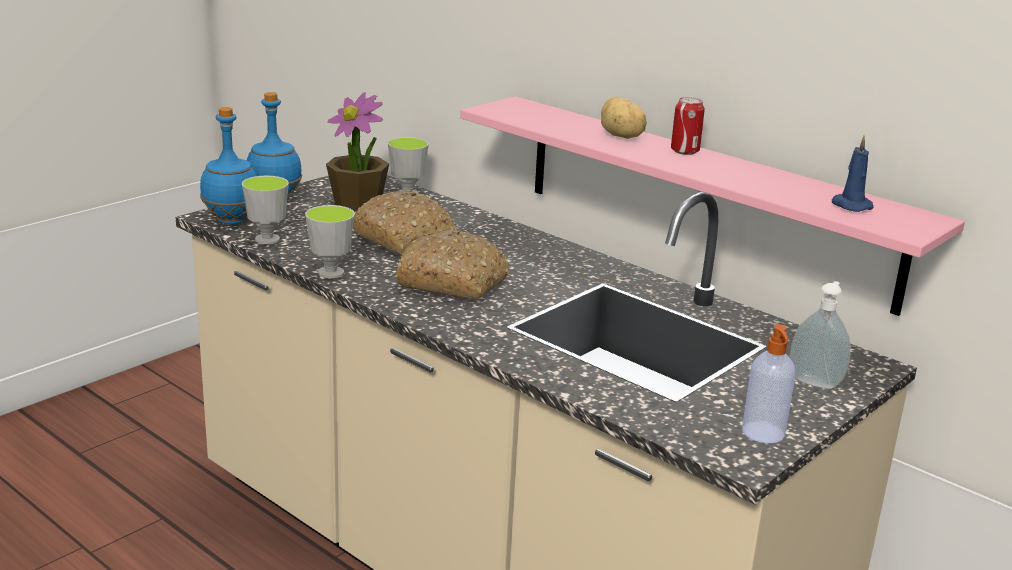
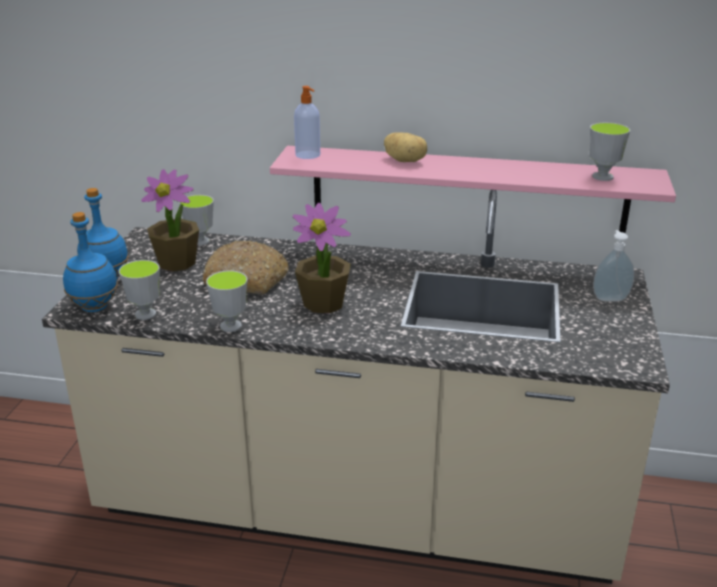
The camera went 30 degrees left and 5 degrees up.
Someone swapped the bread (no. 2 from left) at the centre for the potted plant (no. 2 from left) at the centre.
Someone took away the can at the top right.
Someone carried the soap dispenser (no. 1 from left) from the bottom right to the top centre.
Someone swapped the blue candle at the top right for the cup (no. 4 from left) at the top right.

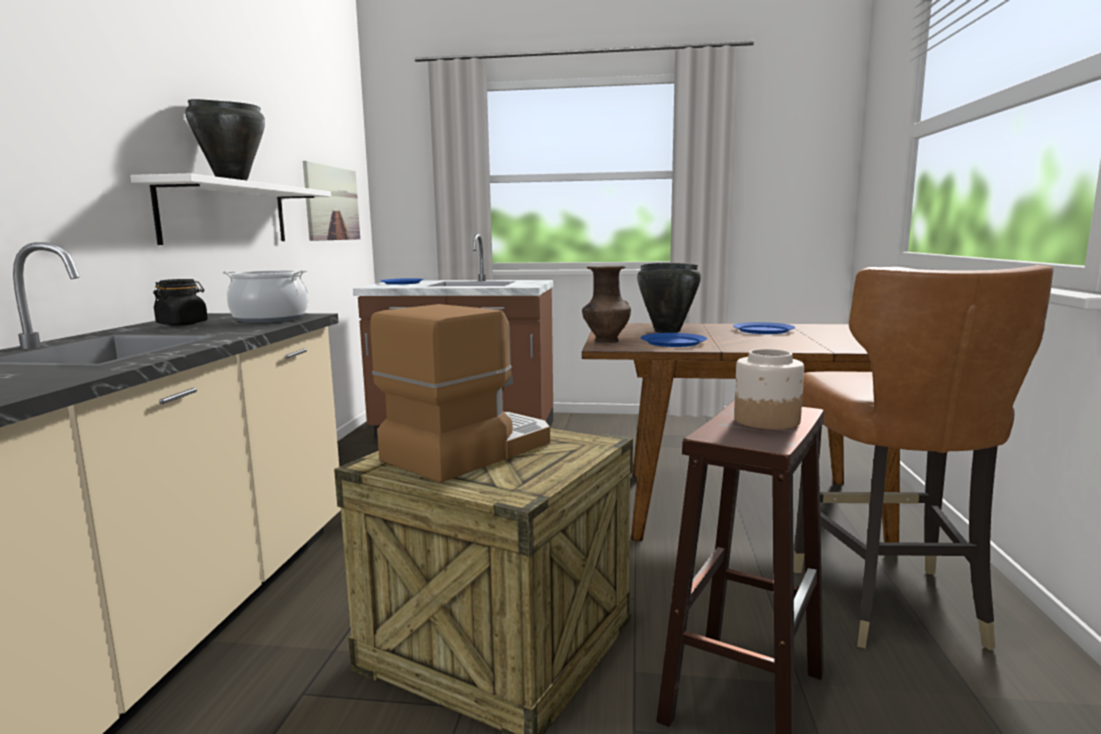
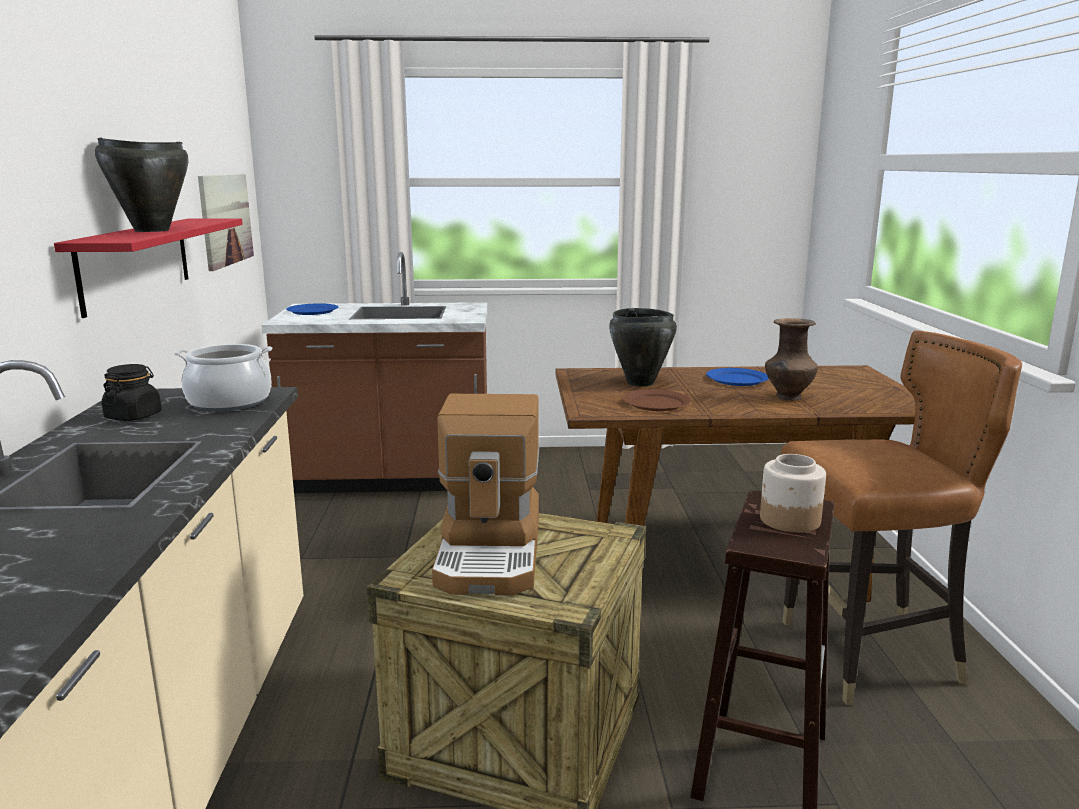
The camera went 10 degrees left and 5 degrees up.
Someone repainted the white shelf at the top left, which became the red shelf at the top left.
Someone rotated the coffee machine at the centre by 150 degrees clockwise.
Someone carried the brown vase from the centre to the middle right.
Someone repainted the blue plate (no. 2 from left) at the centre, which became the brown plate at the centre.
Someone rotated the brown chair at the middle right by 90 degrees counterclockwise.

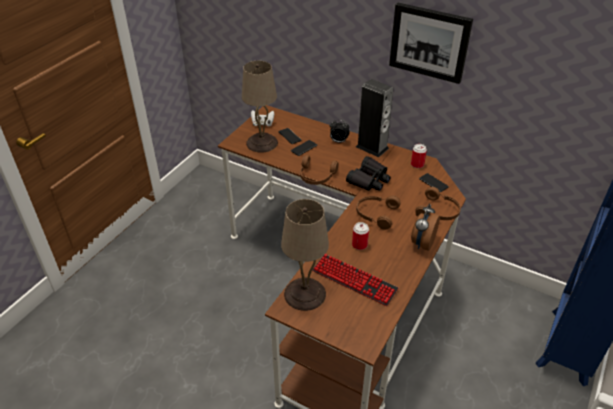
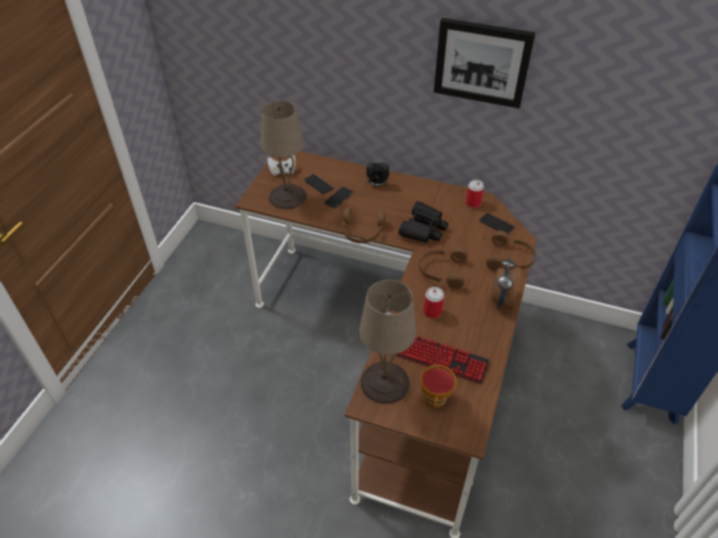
The camera went 10 degrees left and 5 degrees up.
Someone took away the speaker at the top centre.
Someone put down the cup at the bottom centre.

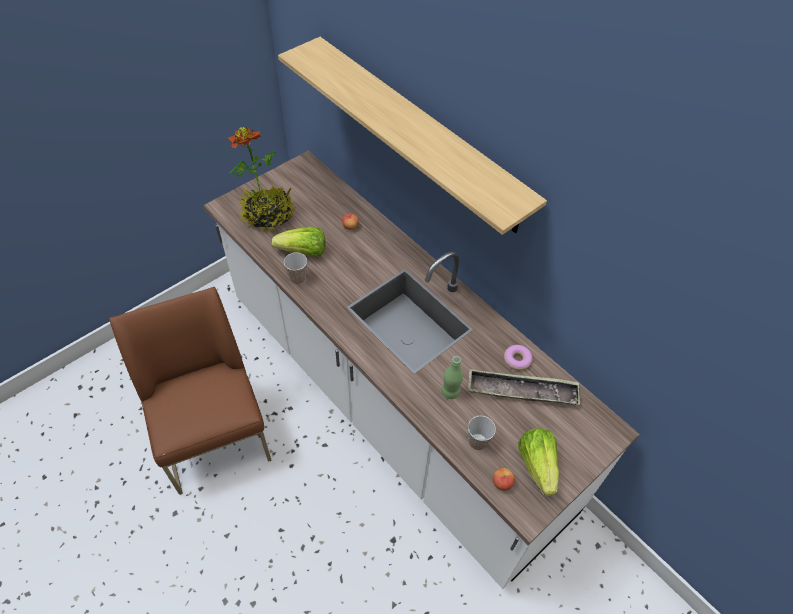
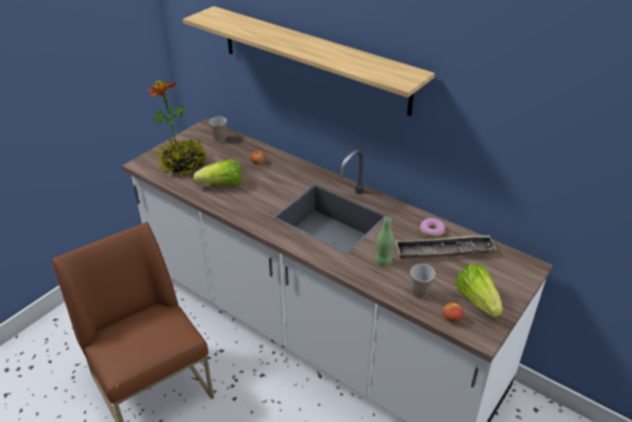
The camera went 10 degrees left and 15 degrees down.
Someone carried the cup (no. 1 from left) from the centre to the top centre.

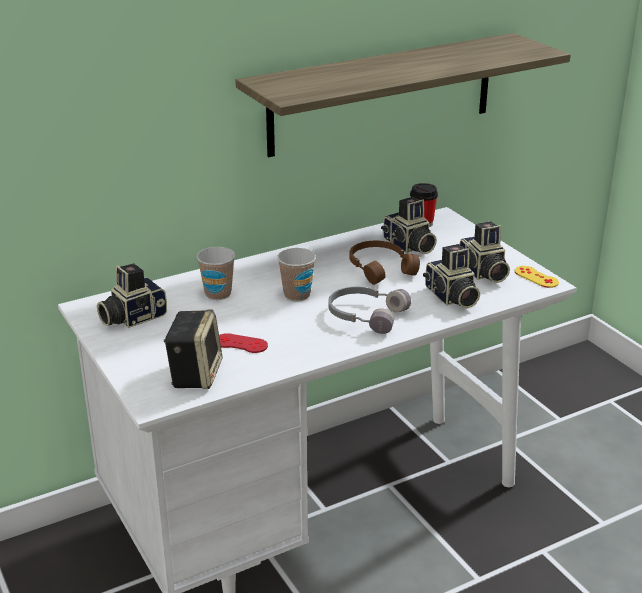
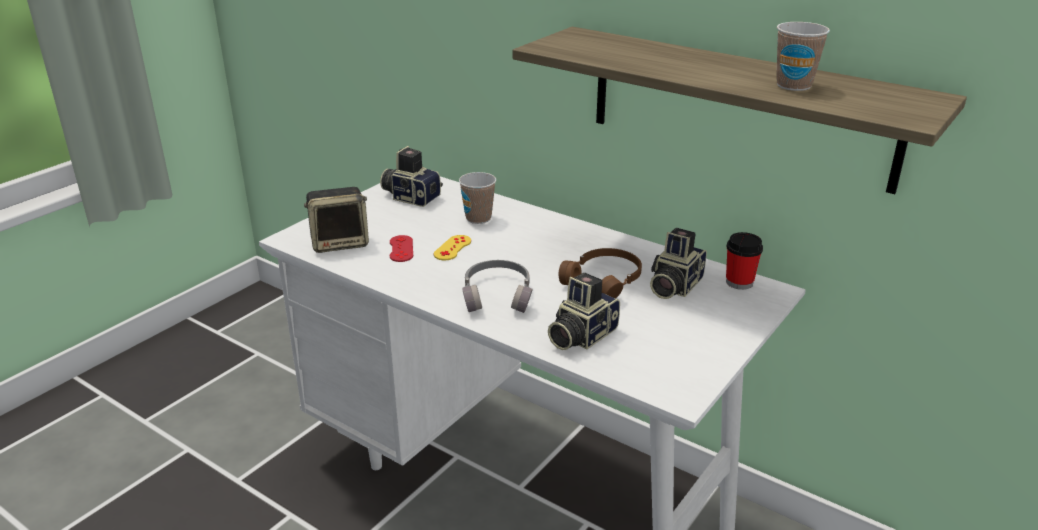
The camera went 65 degrees right and 0 degrees up.
Someone carried the cup (no. 2 from left in the first image) from the centre to the top right.
Someone took away the photo camera (no. 4 from left) at the middle right.
Someone carried the yellow game controller from the middle right to the centre.

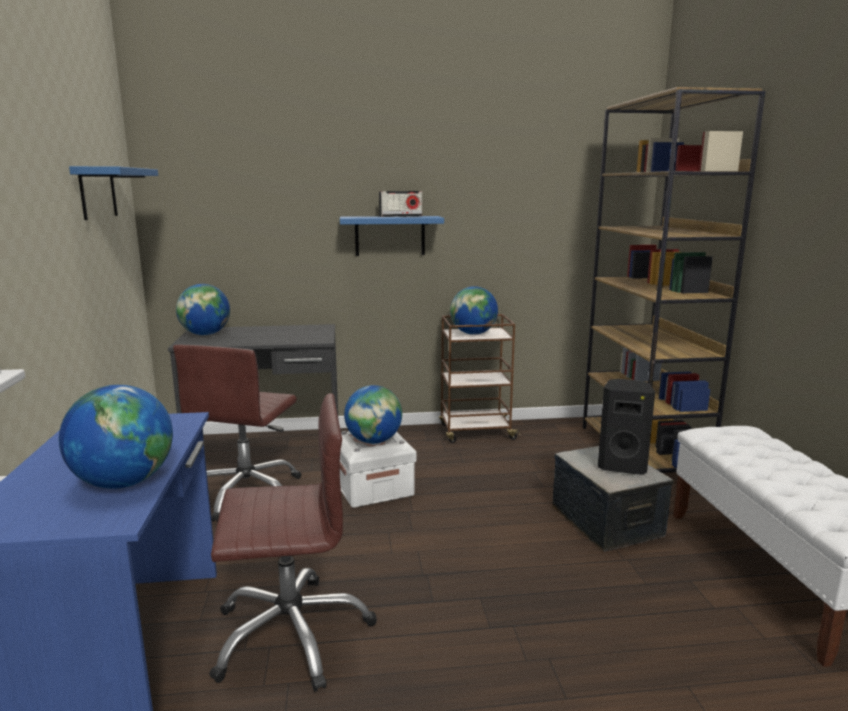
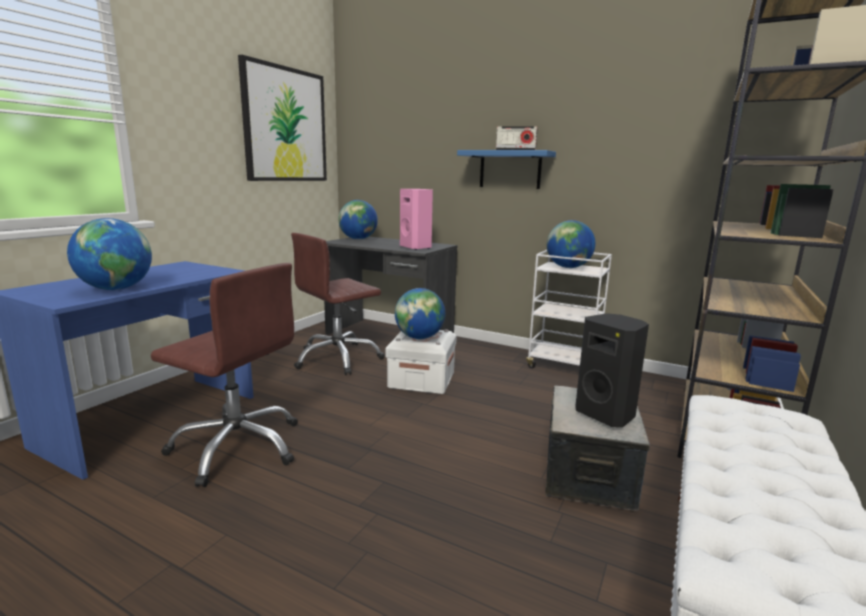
The camera went 35 degrees right and 0 degrees up.
Someone swapped the blue shelf (no. 1 from left) at the top left for the picture at the top left.
Someone repainted the brown cart at the centre, which became the white cart at the centre.
Someone put down the pink speaker at the centre.

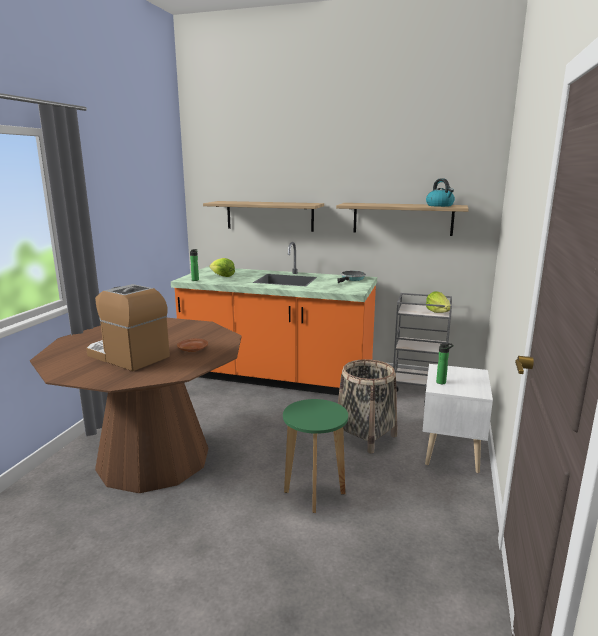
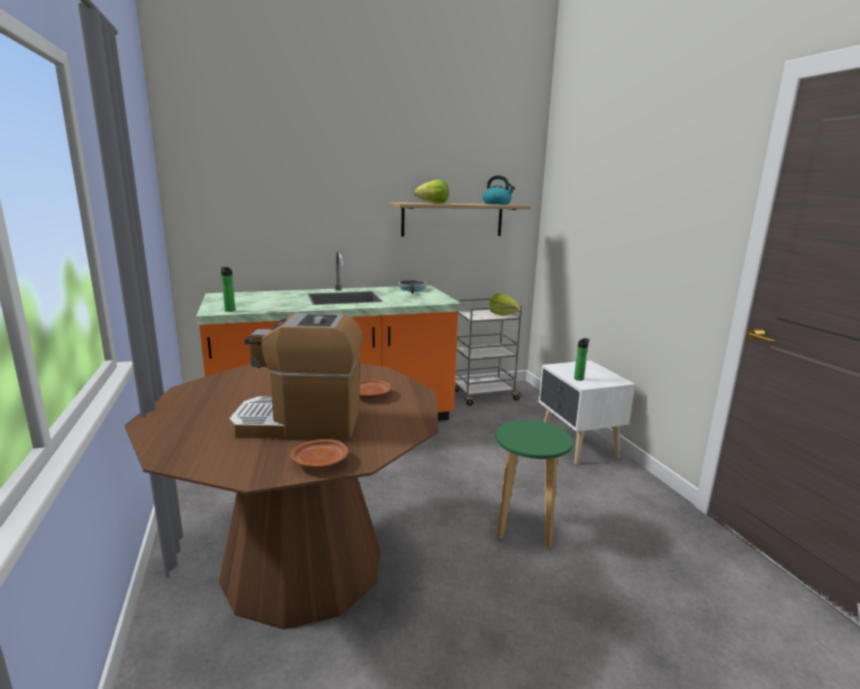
The camera went 35 degrees left and 0 degrees up.
Someone took away the shelf (no. 1 from left) at the centre.
Someone carried the lettuce (no. 1 from left) from the centre to the top centre.
Someone took away the basket at the centre.
Someone put down the brown plate (no. 1 from left) at the centre.

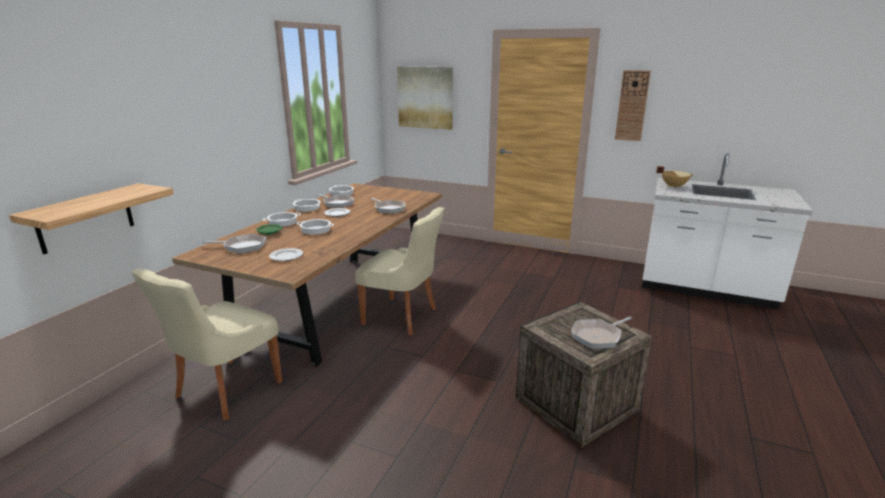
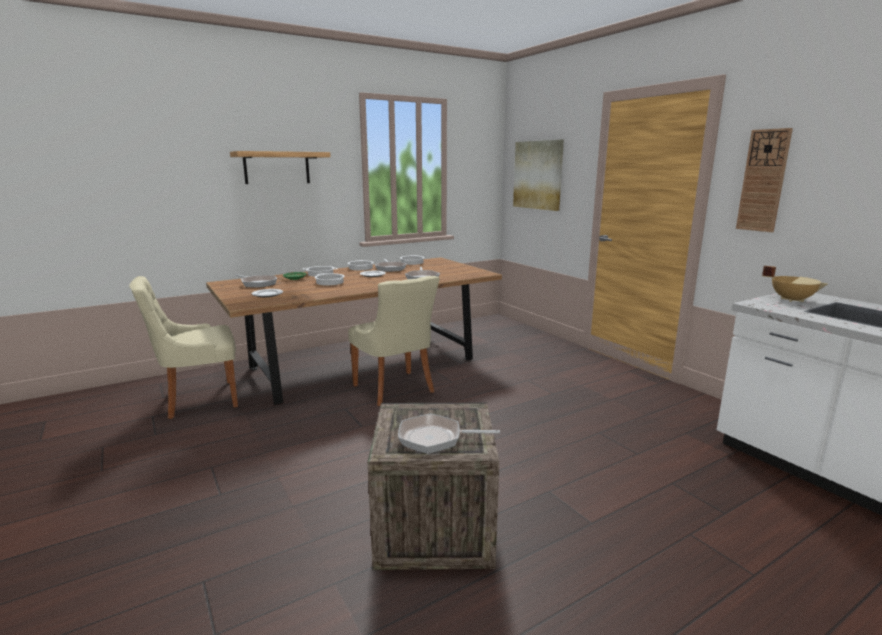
The camera went 35 degrees right and 5 degrees down.
Someone carried the shelf from the middle left to the top left.

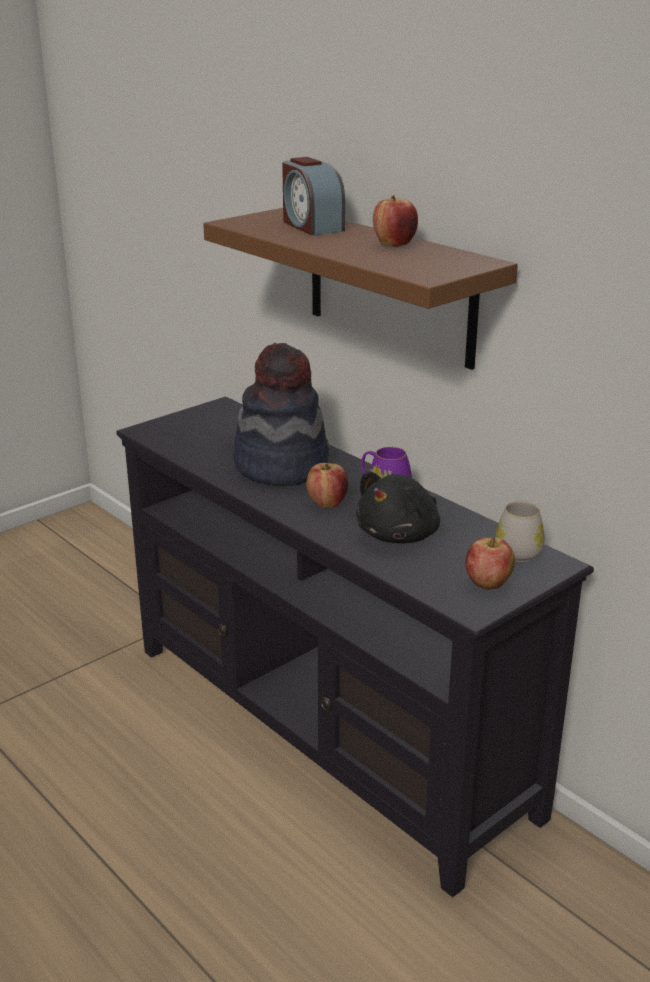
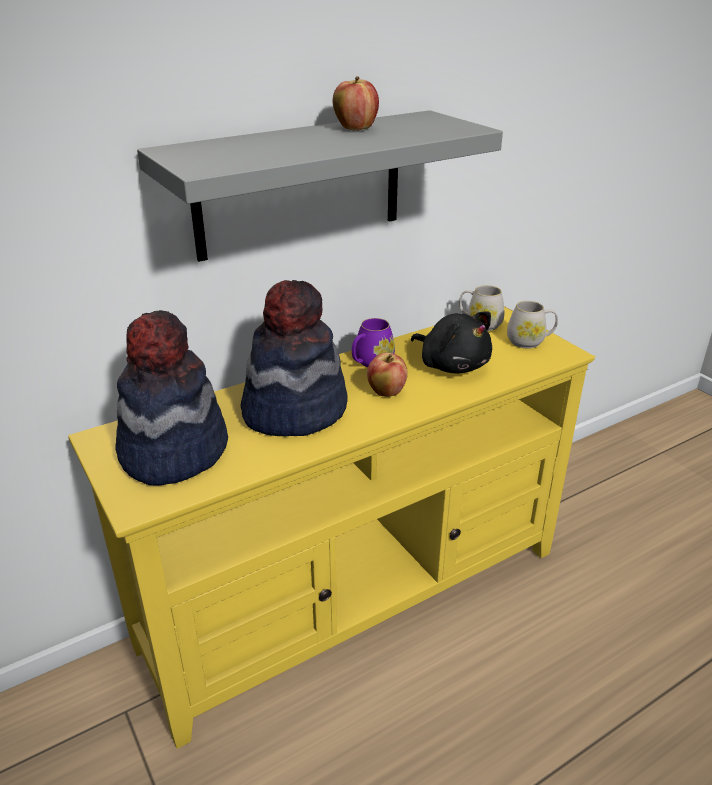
The camera went 80 degrees left and 5 degrees up.
Someone repainted the black tv stand at the centre, which became the yellow tv stand at the bottom centre.
Someone repainted the brown shelf at the top centre, which became the grey shelf at the top centre.
Someone took away the alarm clock at the top centre.
Someone swapped the apple (no. 3 from left) at the middle right for the white mug (no. 2 from left) at the middle right.
Someone put down the hat (no. 1 from left) at the middle left.

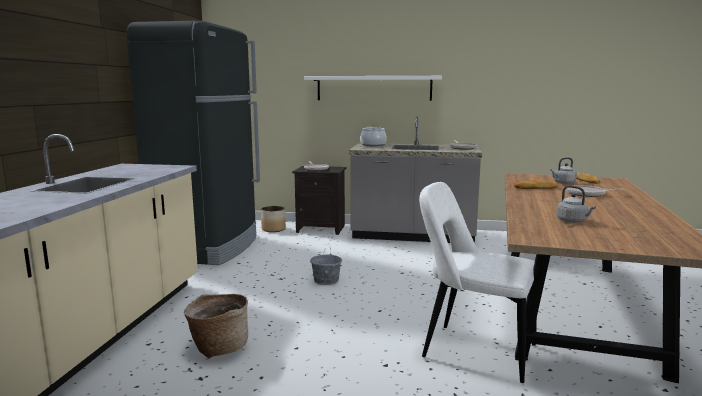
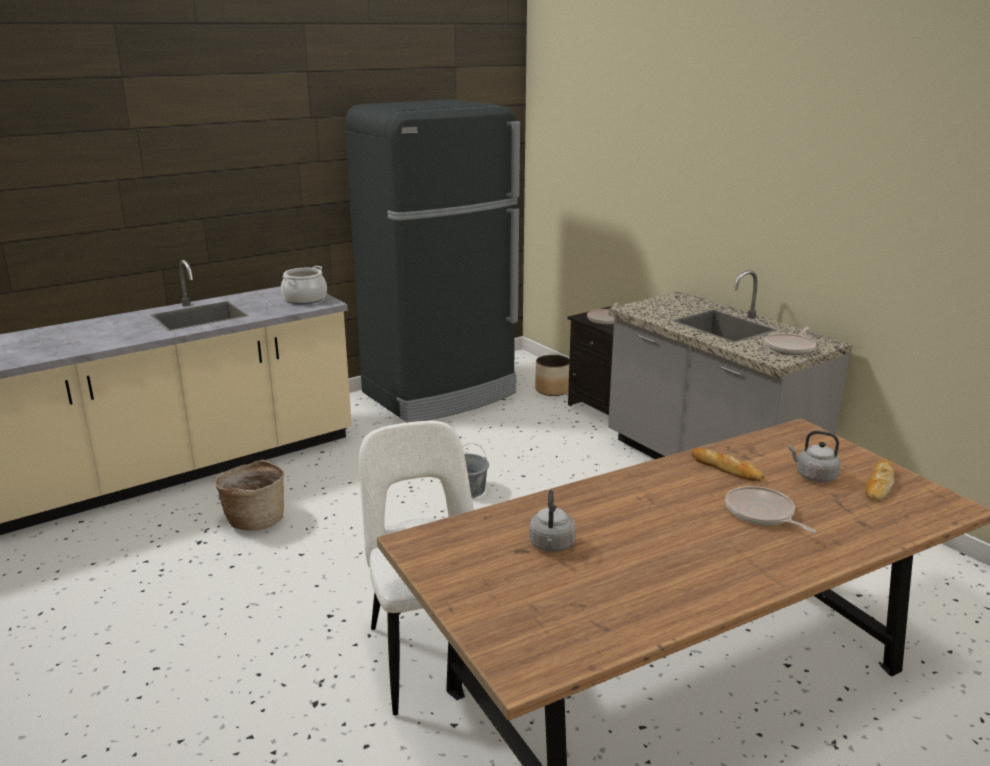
The camera went 45 degrees right and 10 degrees up.
Someone took away the white shelf at the top centre.
Someone carried the cooking pot from the centre to the middle left.

